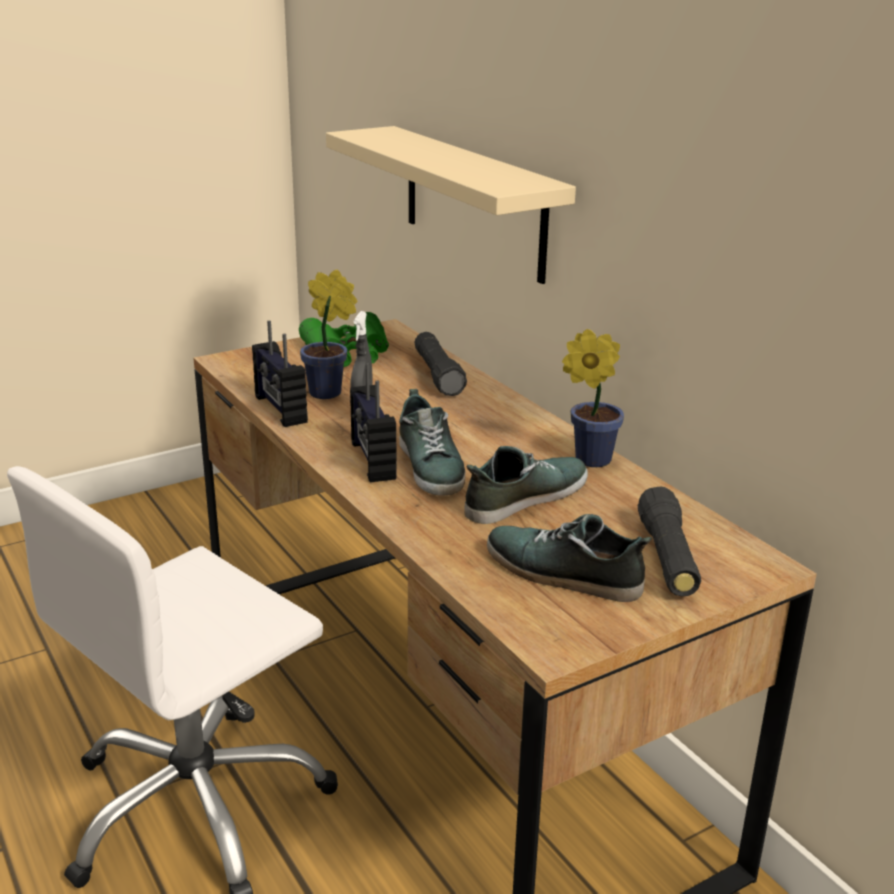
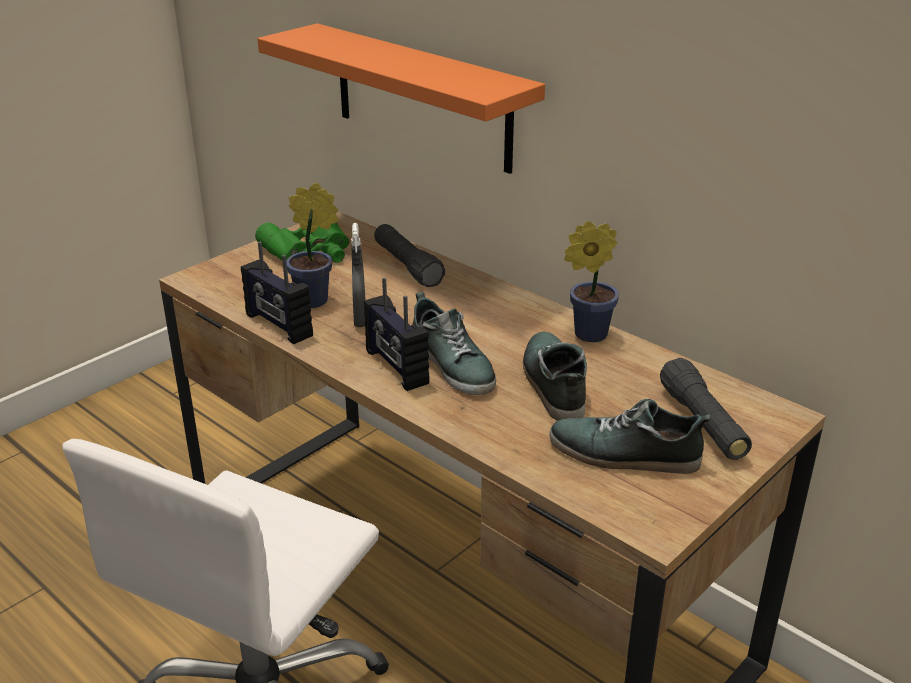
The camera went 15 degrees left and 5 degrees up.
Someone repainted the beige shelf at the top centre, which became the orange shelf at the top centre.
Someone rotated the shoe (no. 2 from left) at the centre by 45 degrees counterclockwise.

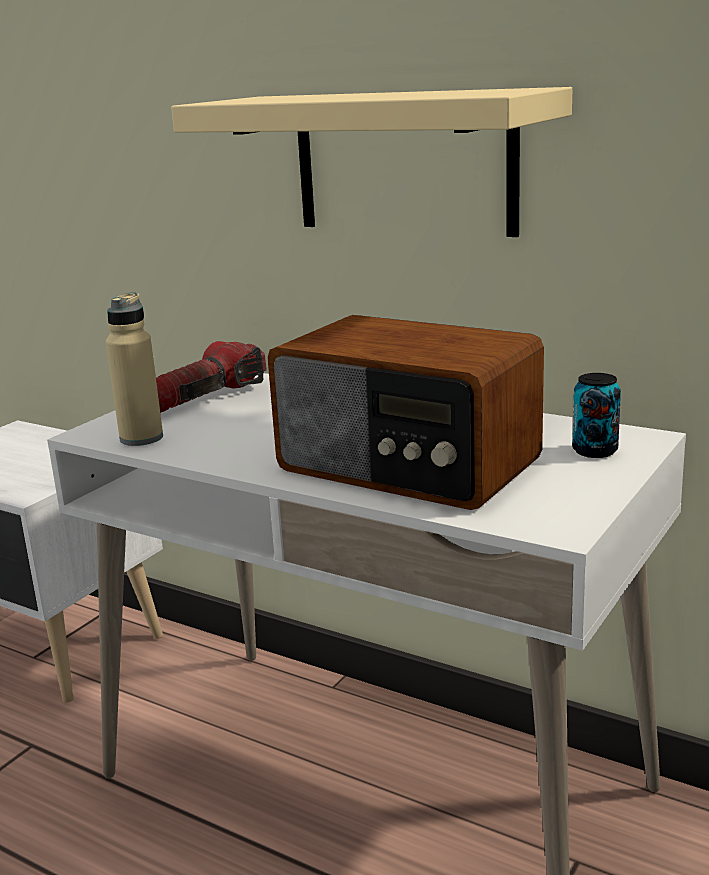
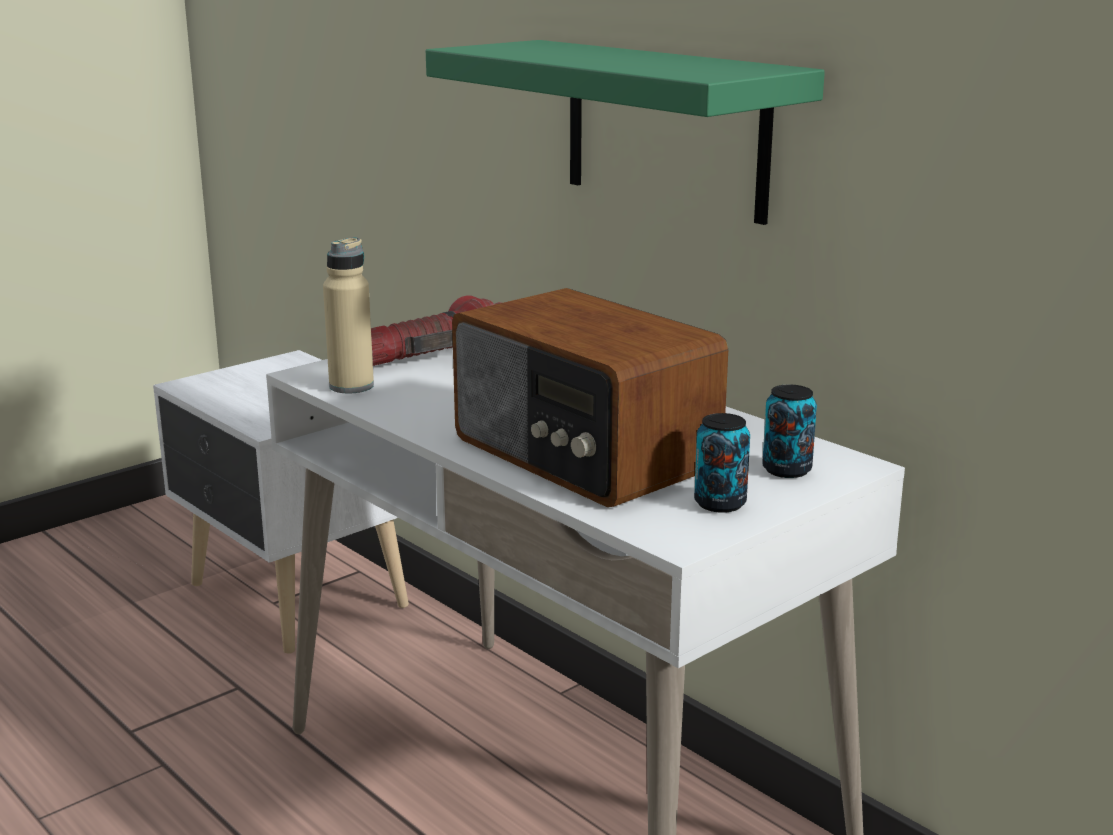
The camera went 15 degrees right and 0 degrees up.
Someone repainted the beige shelf at the top centre, which became the green shelf at the top centre.
Someone put down the can (no. 1 from left) at the centre.

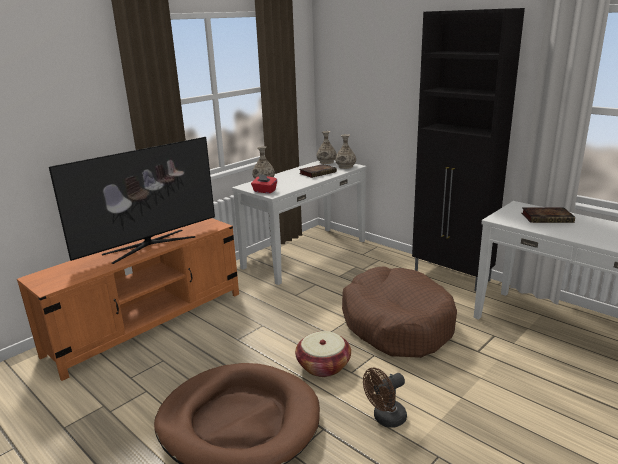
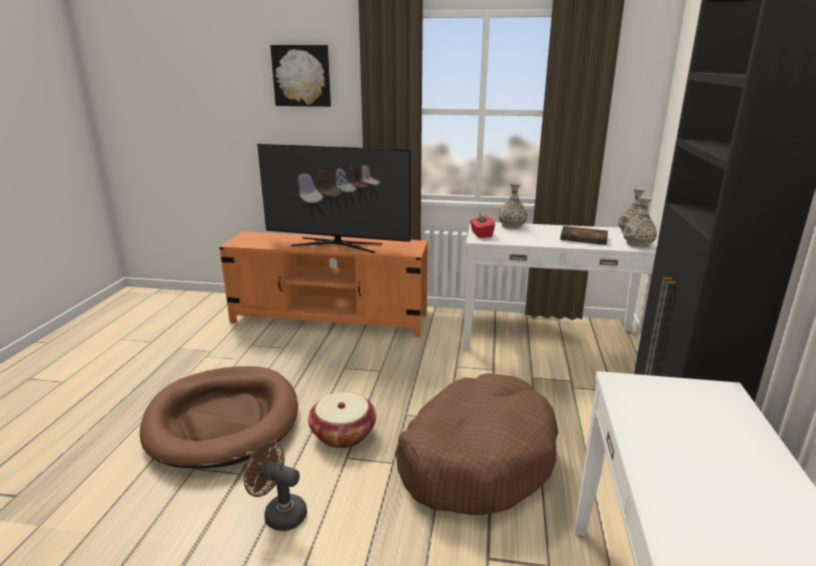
The camera went 55 degrees right and 0 degrees up.
Someone took away the book (no. 2 from left) at the middle right.
Someone put up the picture at the top centre.

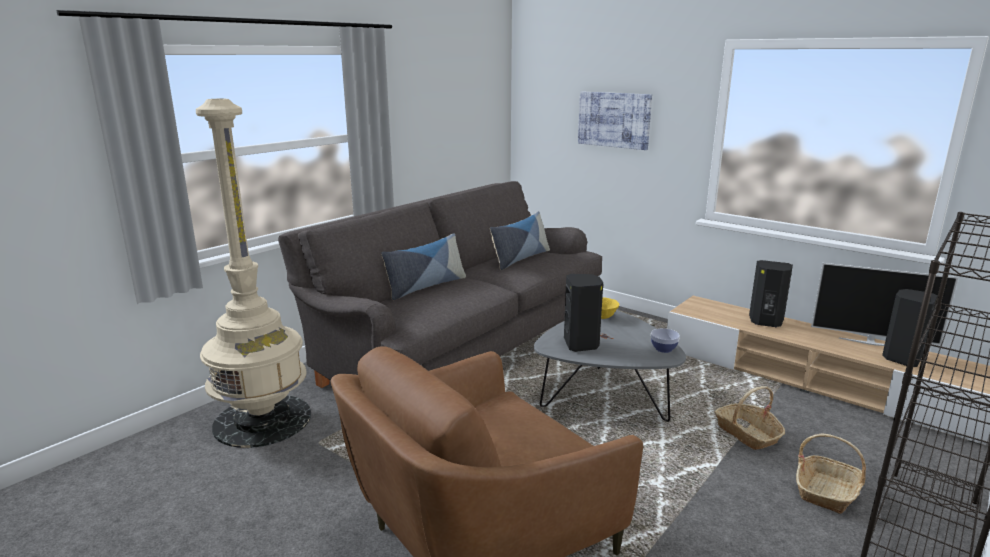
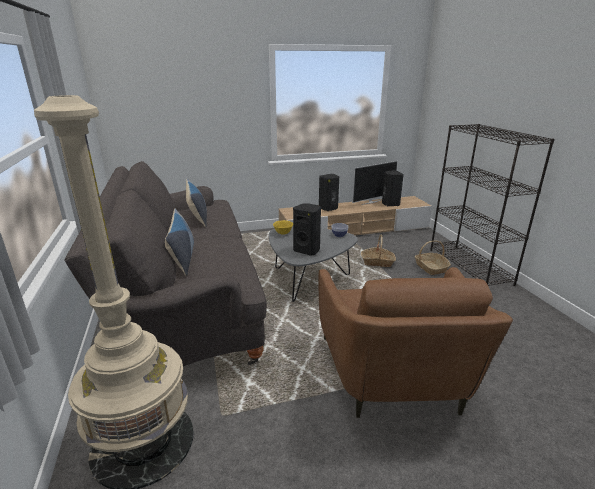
The camera went 55 degrees left and 5 degrees up.
Someone took away the picture at the top centre.

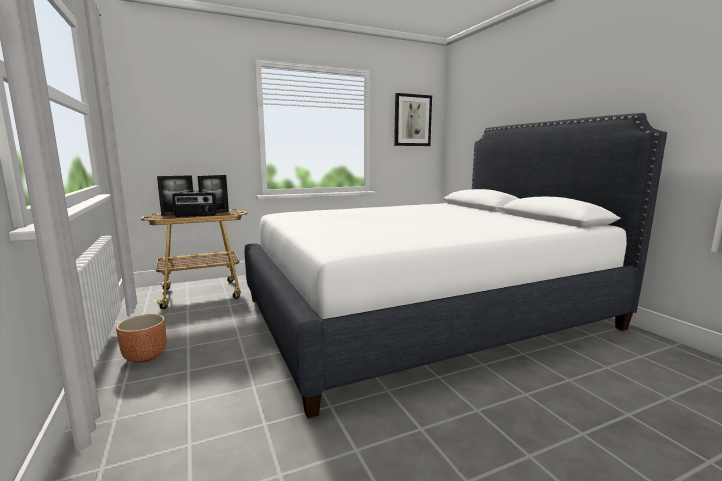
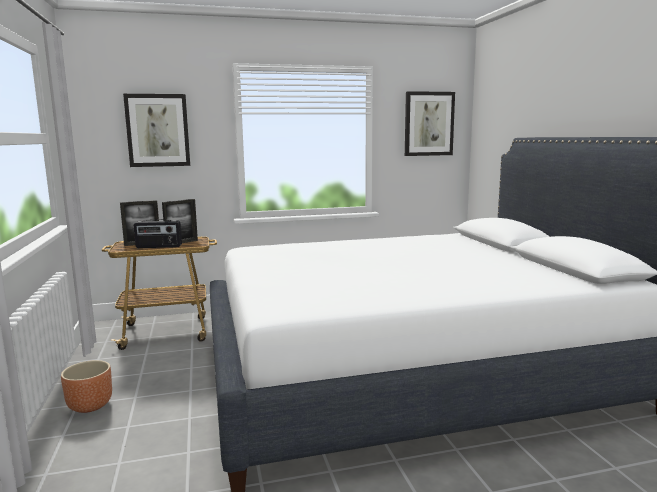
The camera went 10 degrees right and 0 degrees up.
Someone put up the picture (no. 1 from left) at the top left.

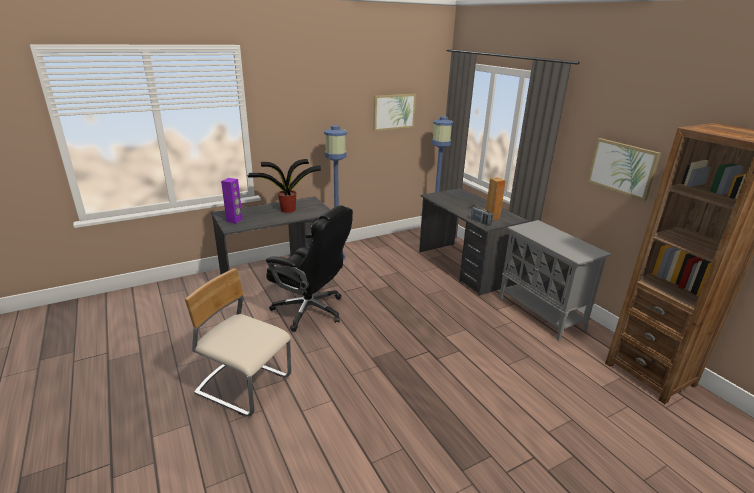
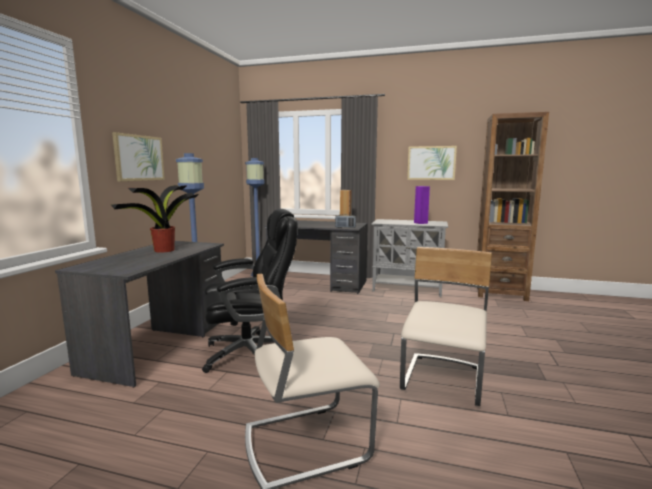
The camera went 45 degrees left and 15 degrees down.
Someone carried the purple speaker from the middle left to the centre.
Someone carried the picture (no. 1 from left) from the top centre to the top left.
Someone put down the beige chair (no. 2 from left) at the bottom right.

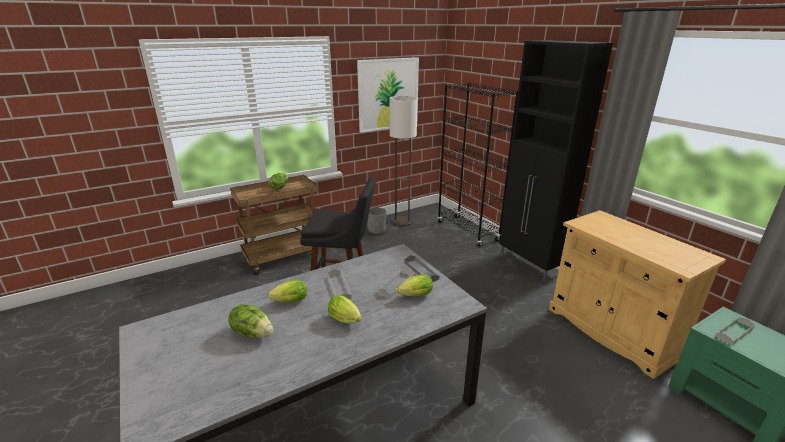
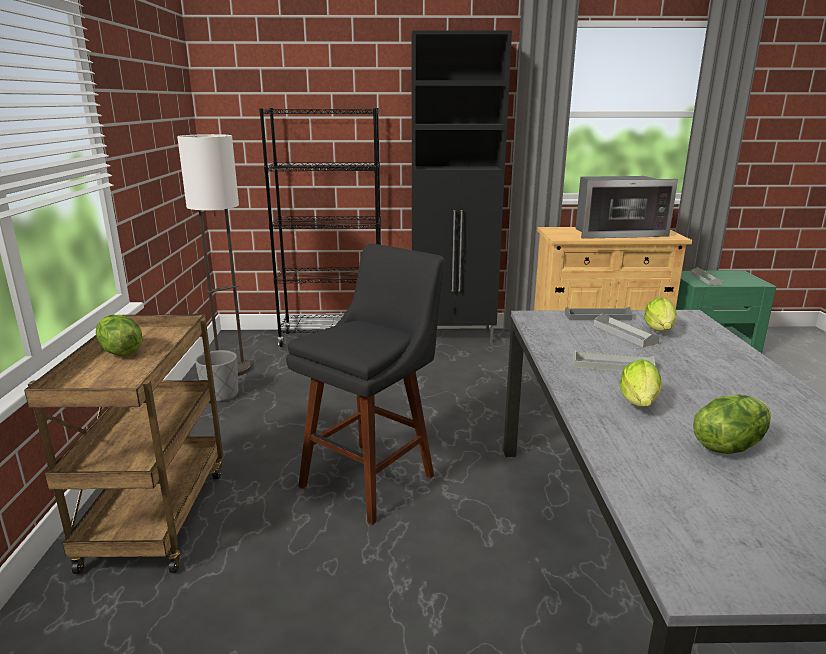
The camera went 60 degrees left and 5 degrees down.
Someone took away the lettuce (no. 4 from left) at the bottom centre.
Someone took away the picture at the top centre.
Someone put down the microwave at the top right.

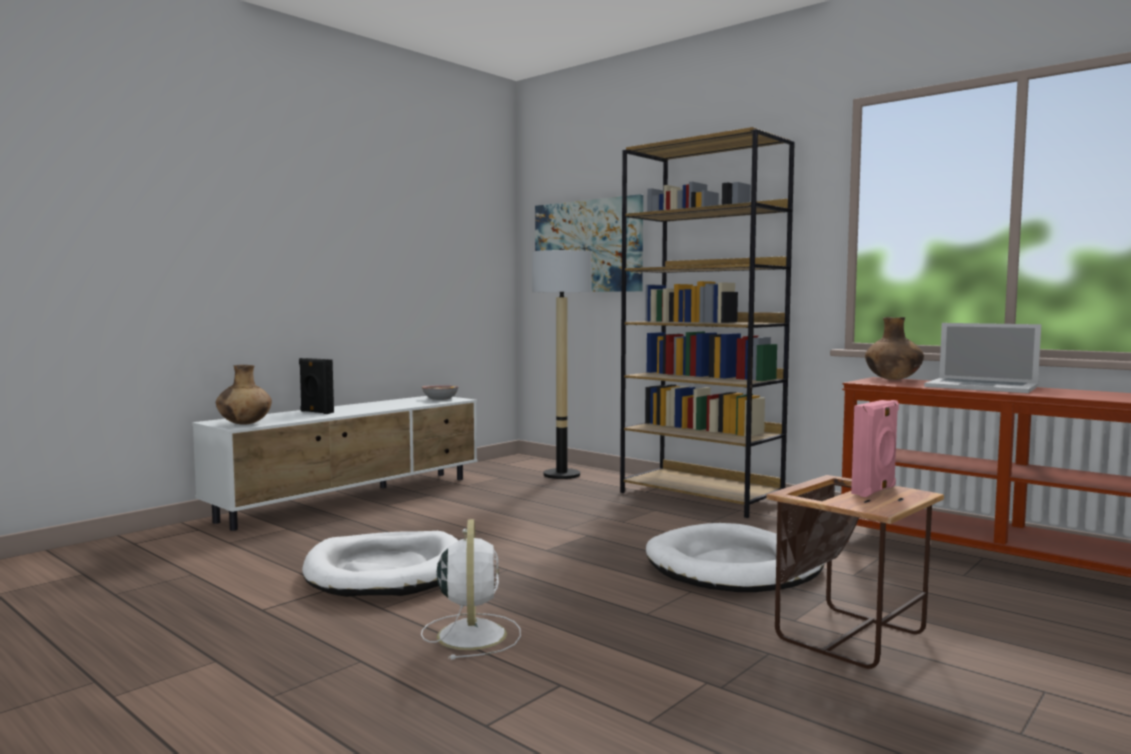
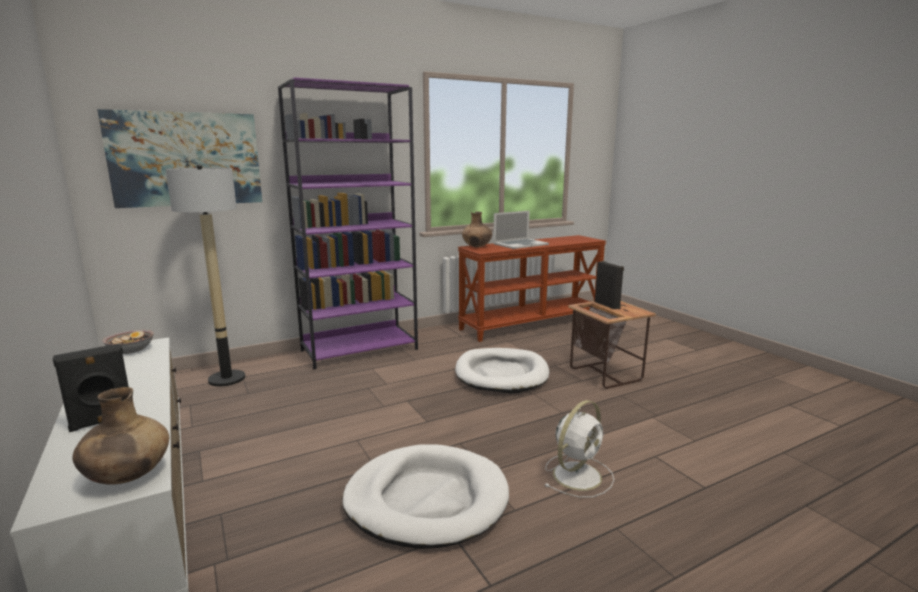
The camera went 70 degrees left and 10 degrees up.
Someone rotated the white fan at the bottom centre by 120 degrees clockwise.
Someone repainted the brown bookcase at the centre, which became the purple bookcase at the centre.
Someone repainted the pink speaker at the middle right, which became the black speaker (no. 2 from left) at the centre.

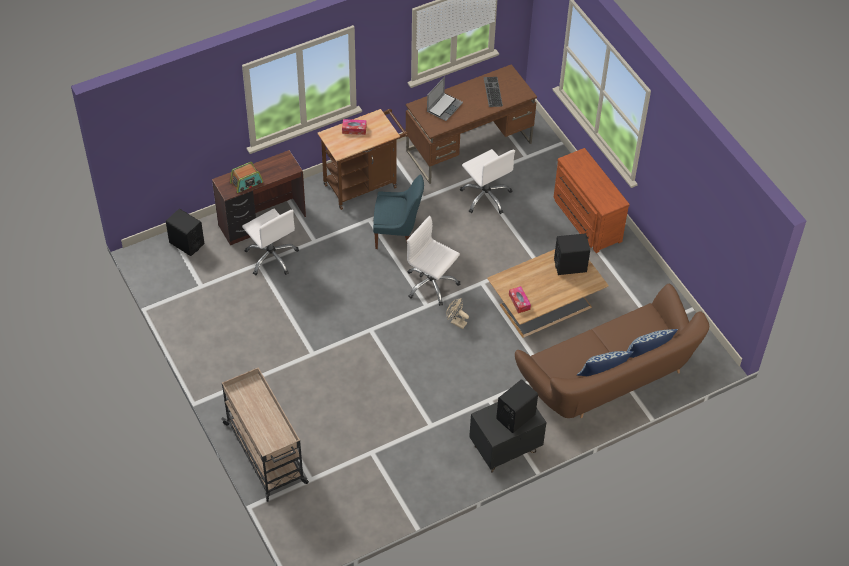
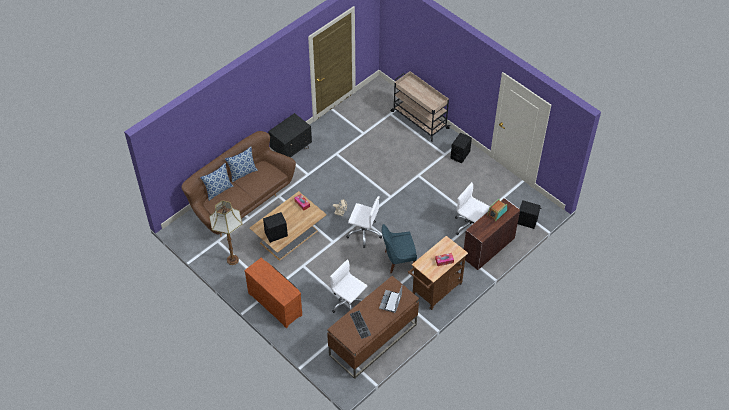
The camera went 165 degrees right and 0 degrees up.
Someone carried the black speaker (no. 2 from left) from the bottom centre to the centre.
Someone put down the floor lamp at the middle left.

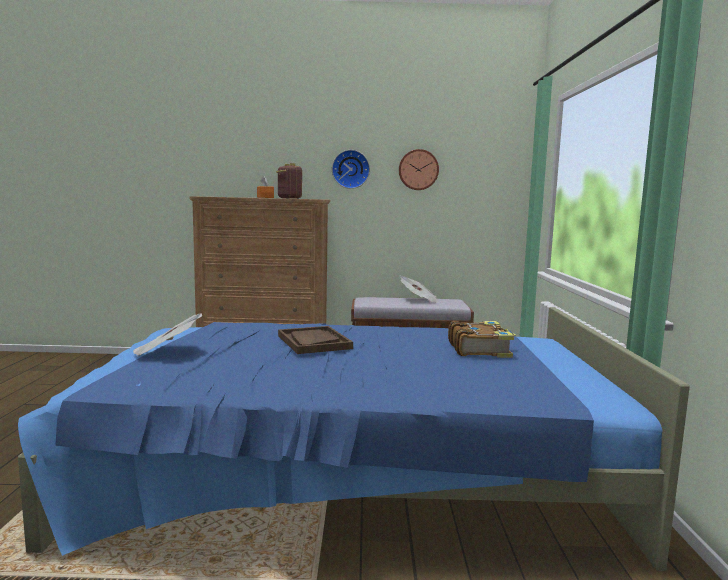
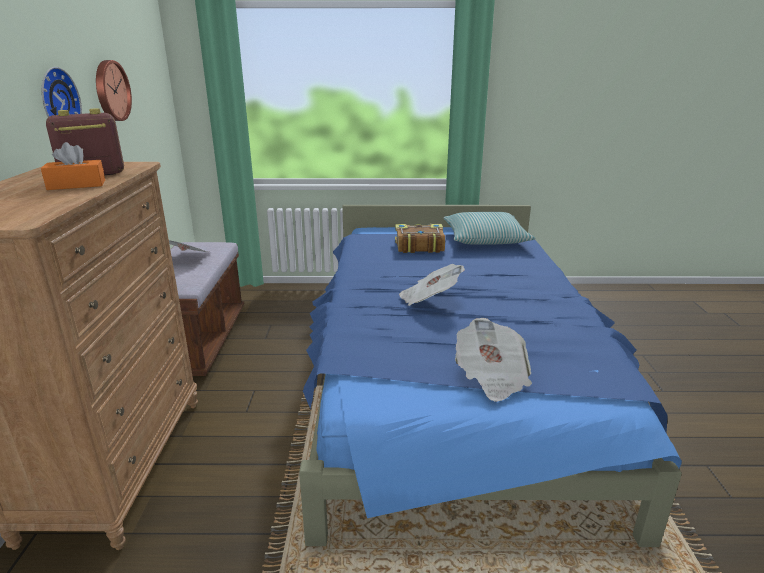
The camera went 90 degrees left and 15 degrees up.
Someone swapped the brown tray at the centre for the newspaper (no. 2 from left) at the centre.
Someone put down the pillow at the centre.

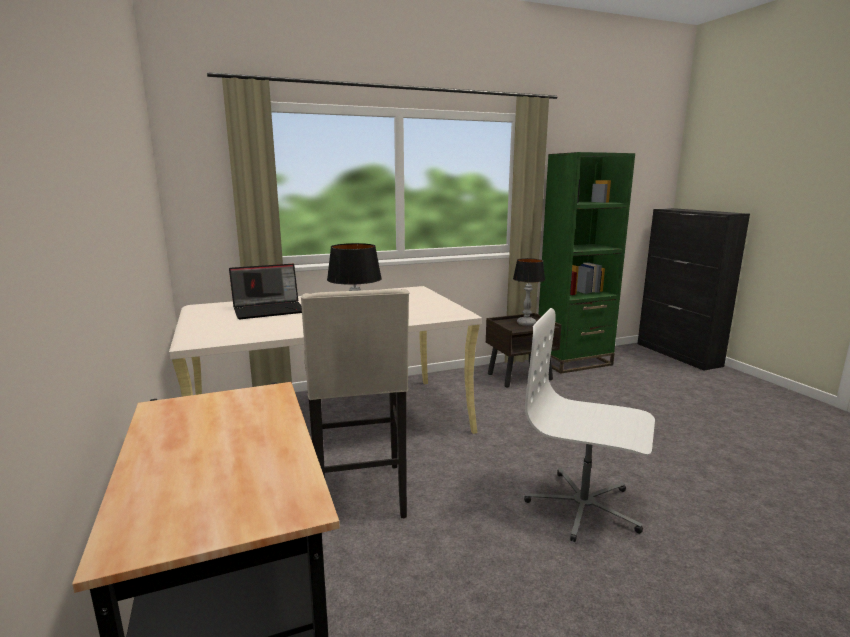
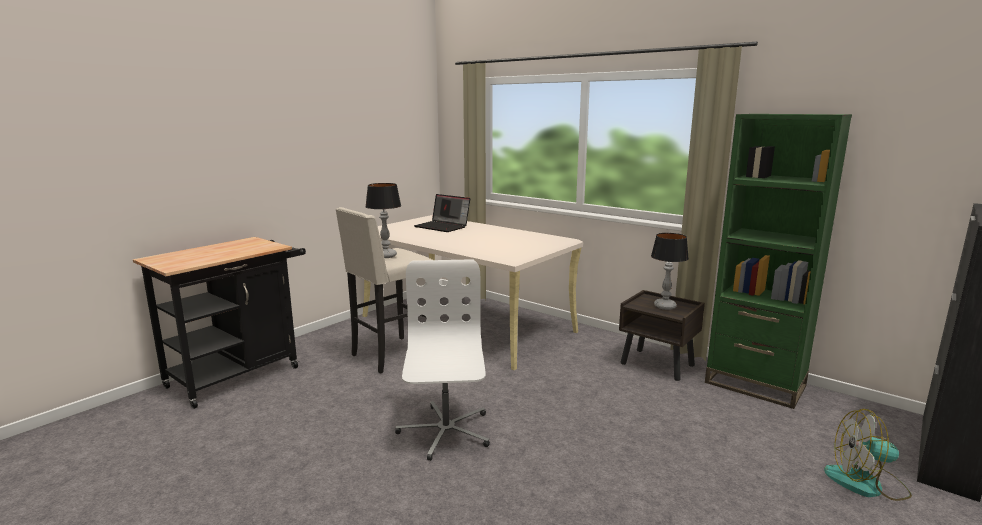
The camera went 60 degrees right and 0 degrees up.
Someone put down the fan at the bottom right.

